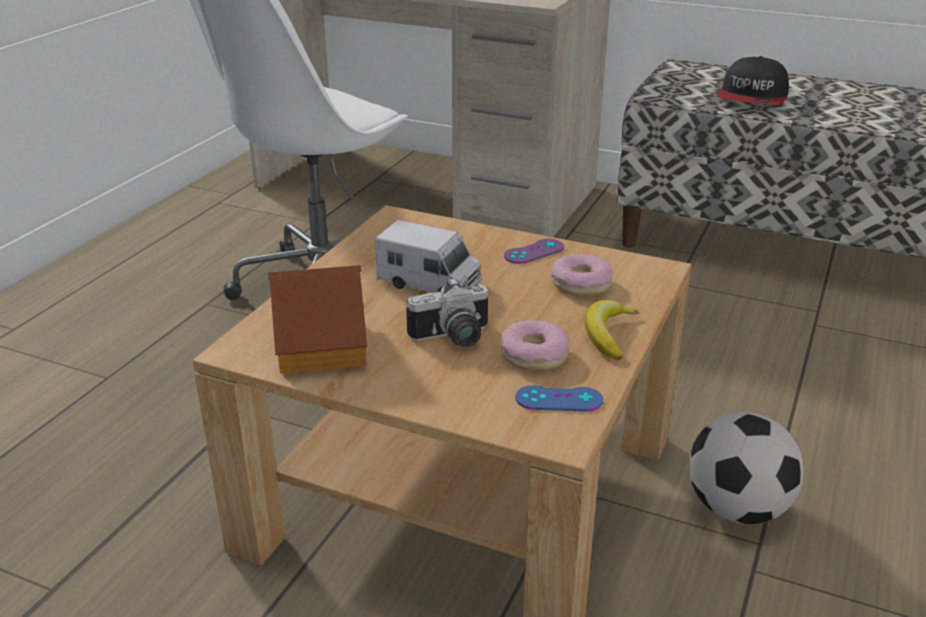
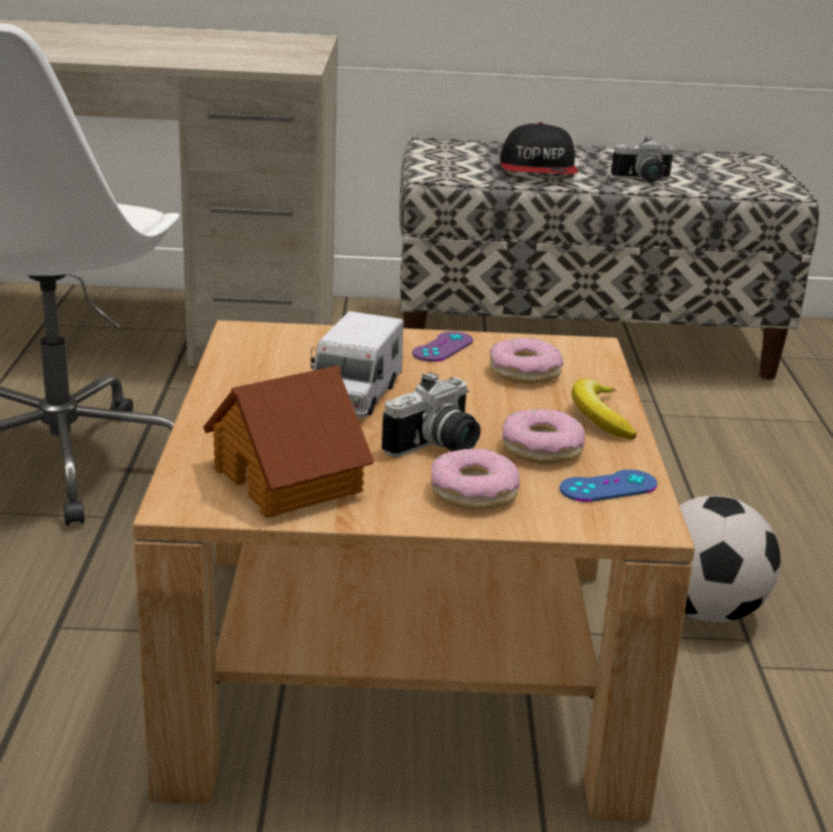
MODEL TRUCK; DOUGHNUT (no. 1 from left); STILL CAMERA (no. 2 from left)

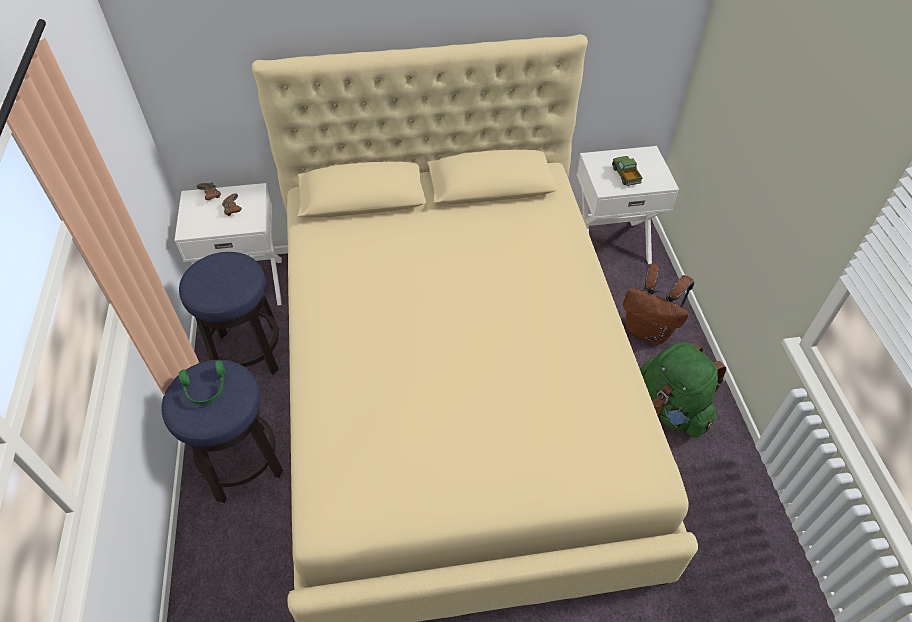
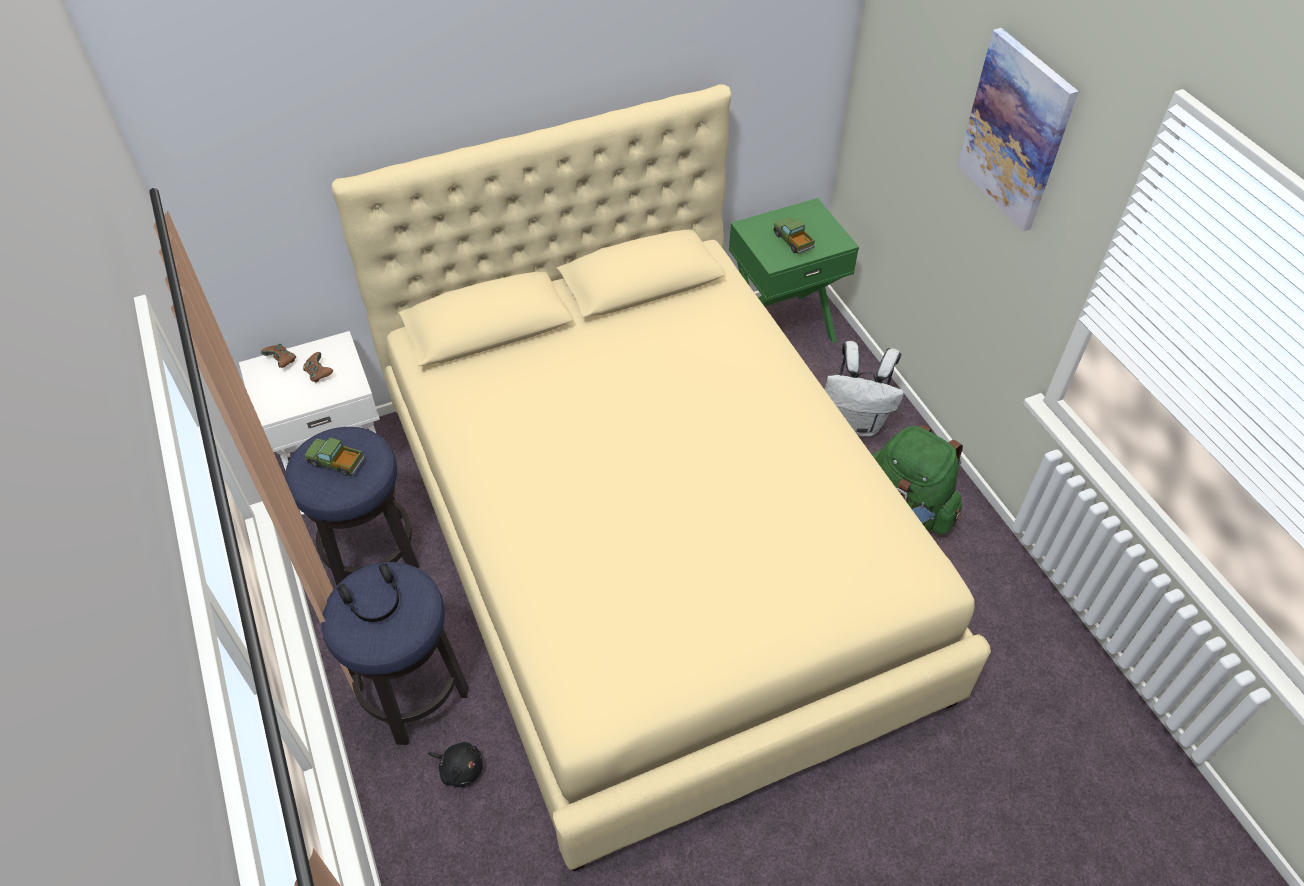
BLACKISH HEADPHONES; GREEN-COLOURED NIGHTSTAND; WHITE-COLOURED RUCKSACK; MODEL TRUCK (no. 1 from left); BLACKISH SOFT TOY; WALL ART

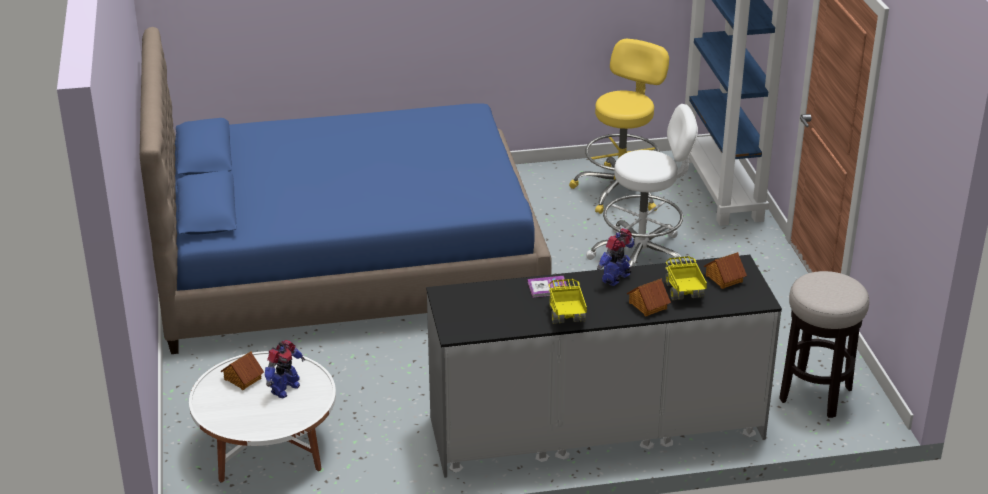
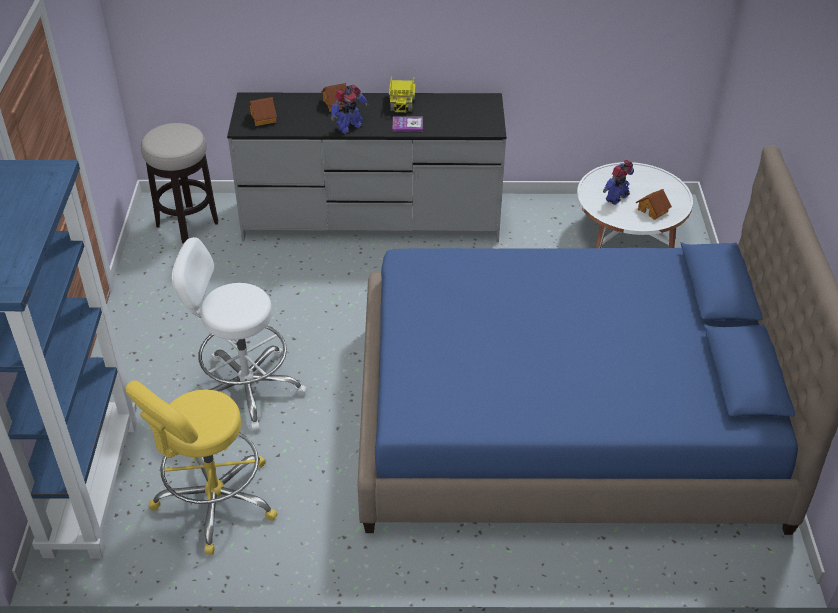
MODEL TRUCK (no. 2 from left in the first image)

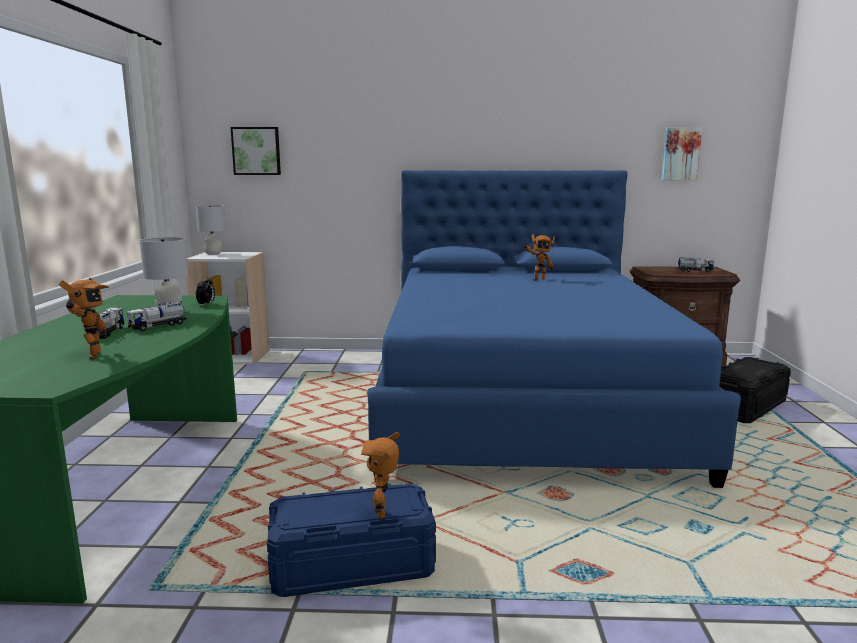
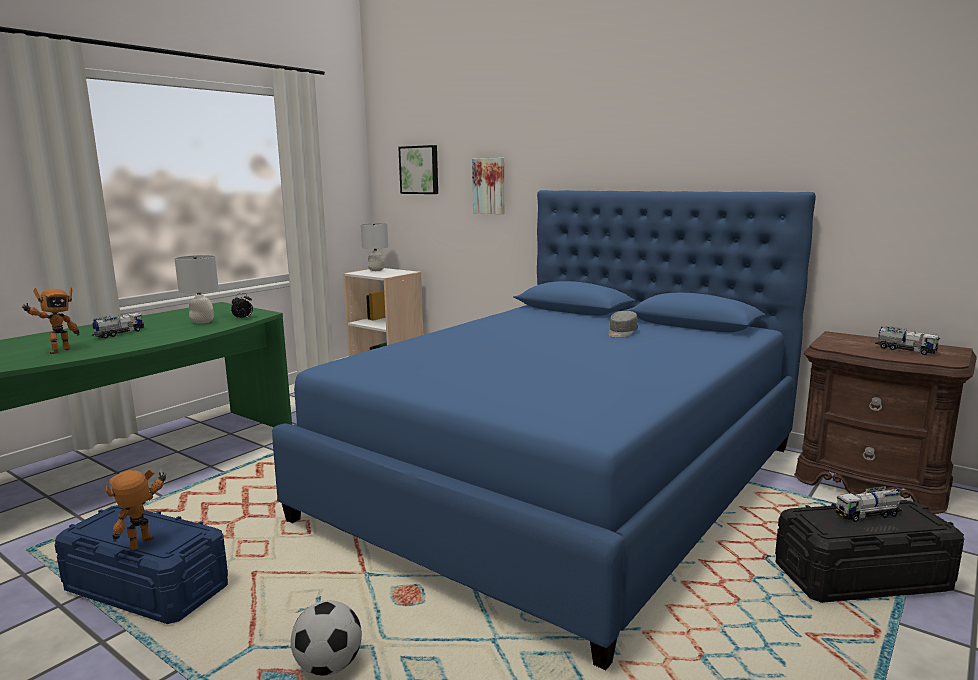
MODEL TRUCK (no. 2 from left); GREY CAP; WALL ART (no. 2 from left); FOOTBALL BALL

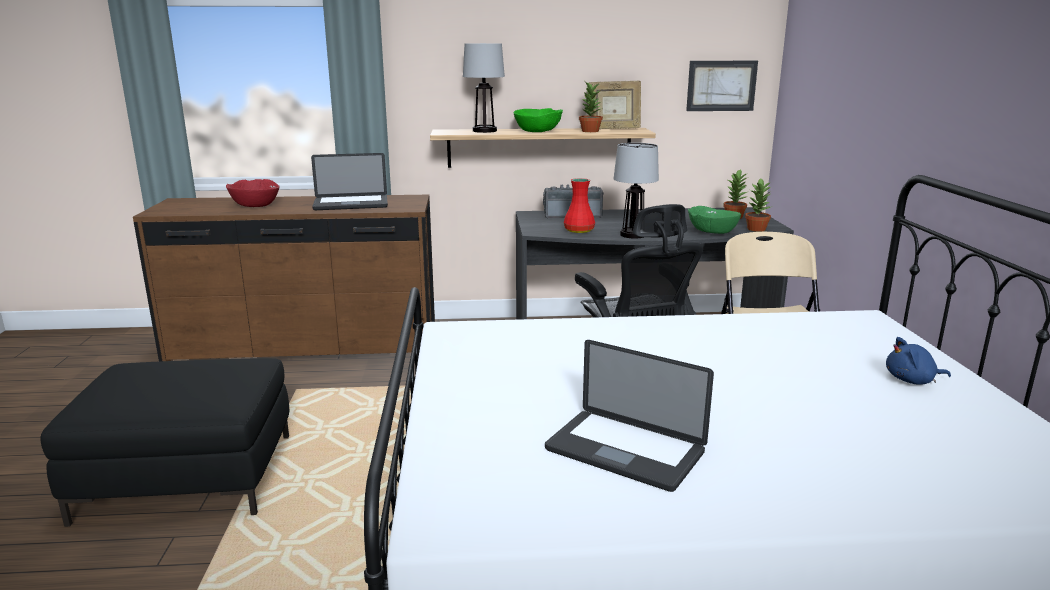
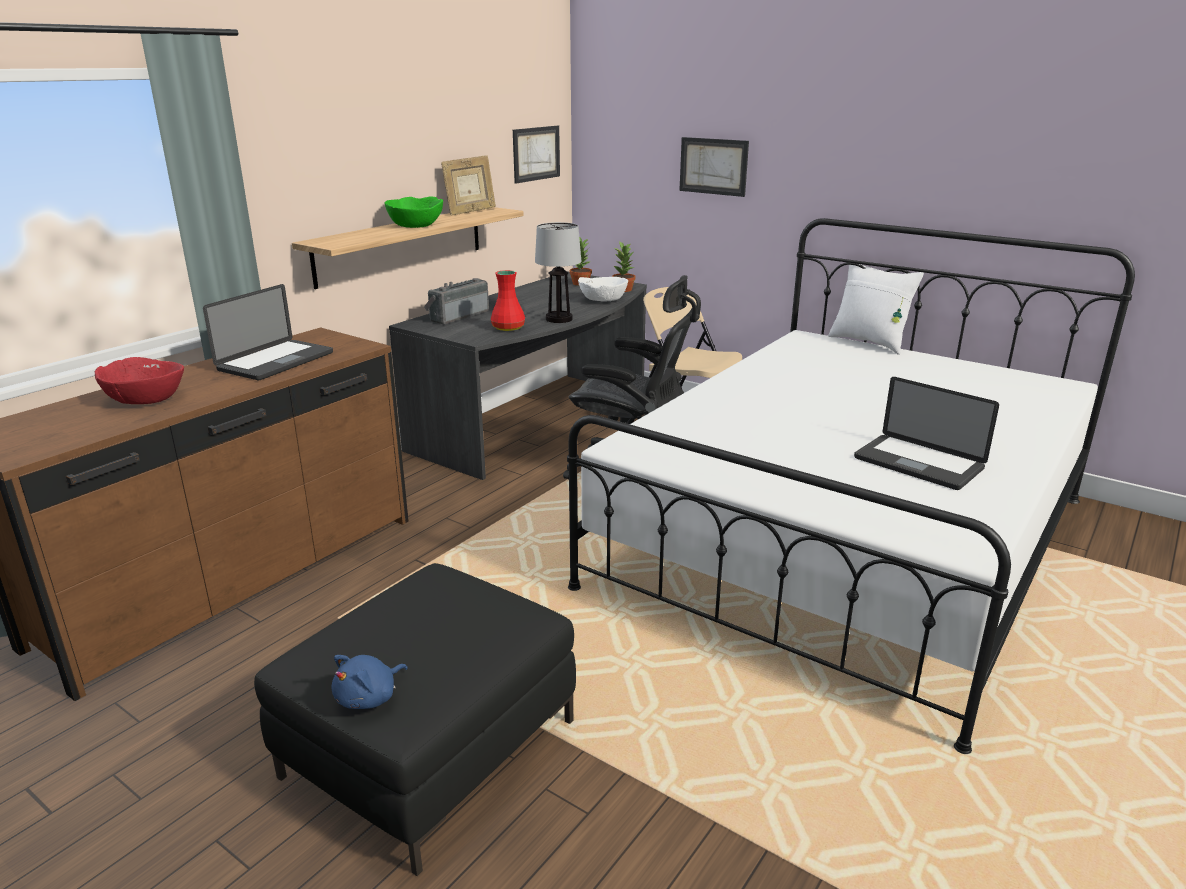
TABLE LAMP (no. 1 from left in the first image); PORTABLE COMPUTER (no. 2 from left); POTTED PLANT (no. 1 from left in the first image); WHITE-COLOURED SERVING BOWL; BLUISH SOFT TOY; WALL ART (no. 2 from left); WHITE-COLOURED PILLOW

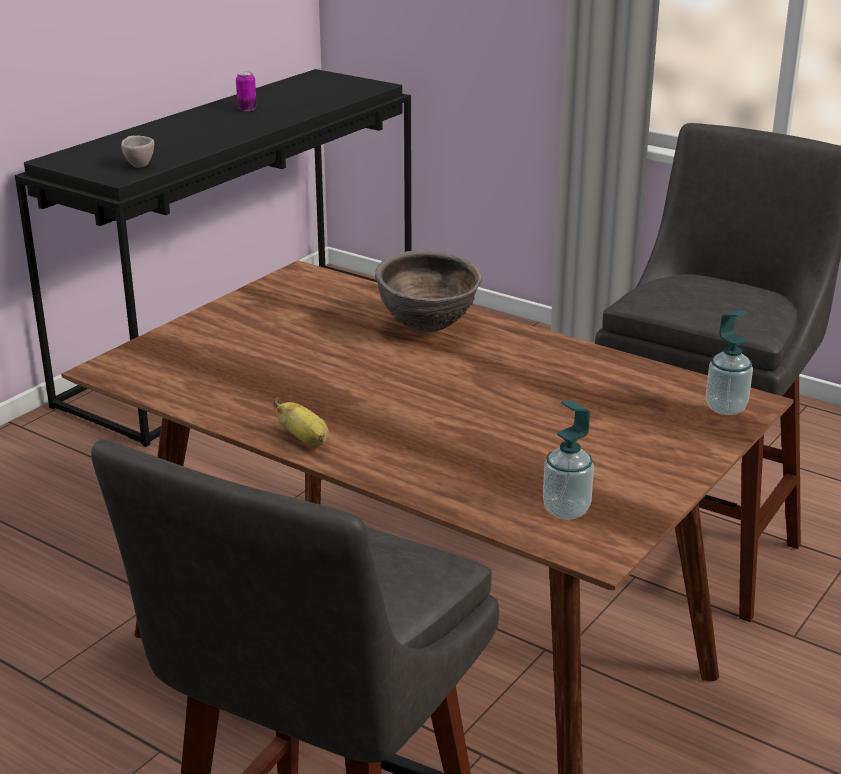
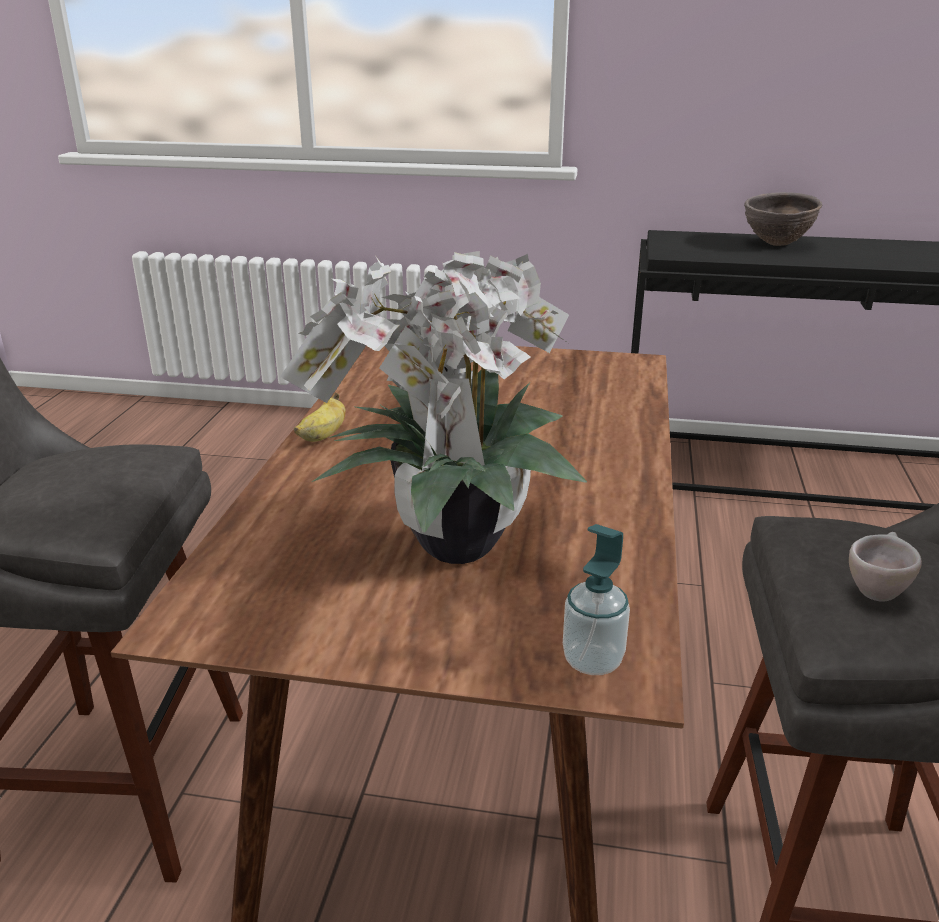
SAND-COLOURED SMALL CUP; CAN; BROWNISH SERVING BOWL; LIQUID SOAP BOTTLE (no. 1 from left in the first image); POTTED PLANT

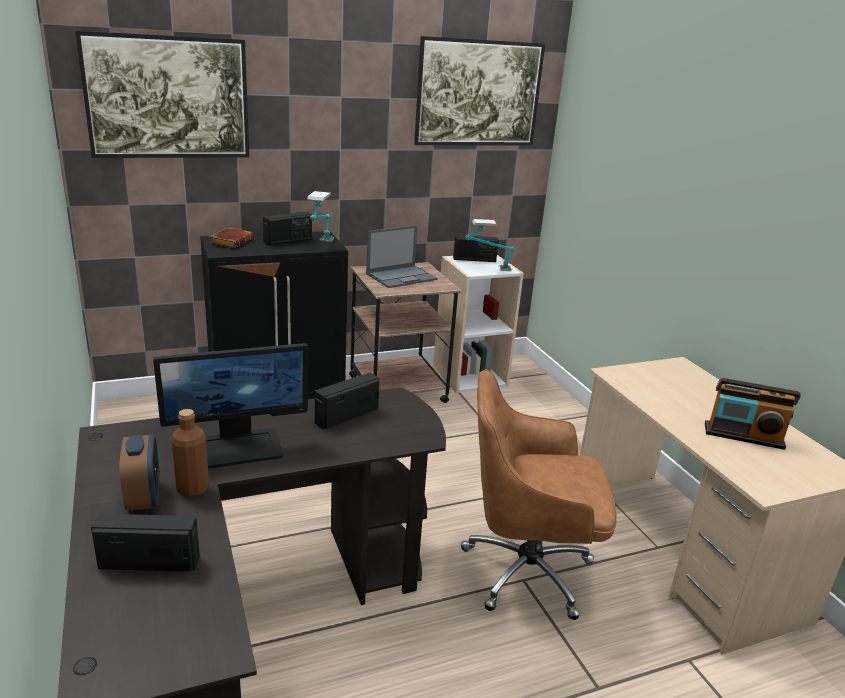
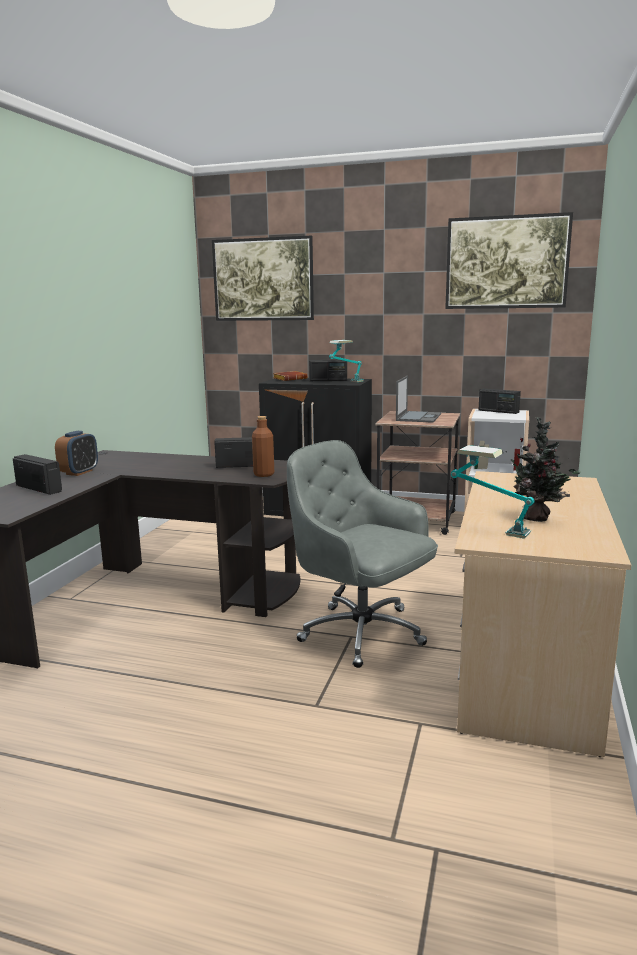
COMPUTER SCREEN; BROWNISH BOTTLE; PORTABLE COMPUTER; GREY COMPUTER CHAIR; TABLE LAMP (no. 2 from left); POTTED PLANT

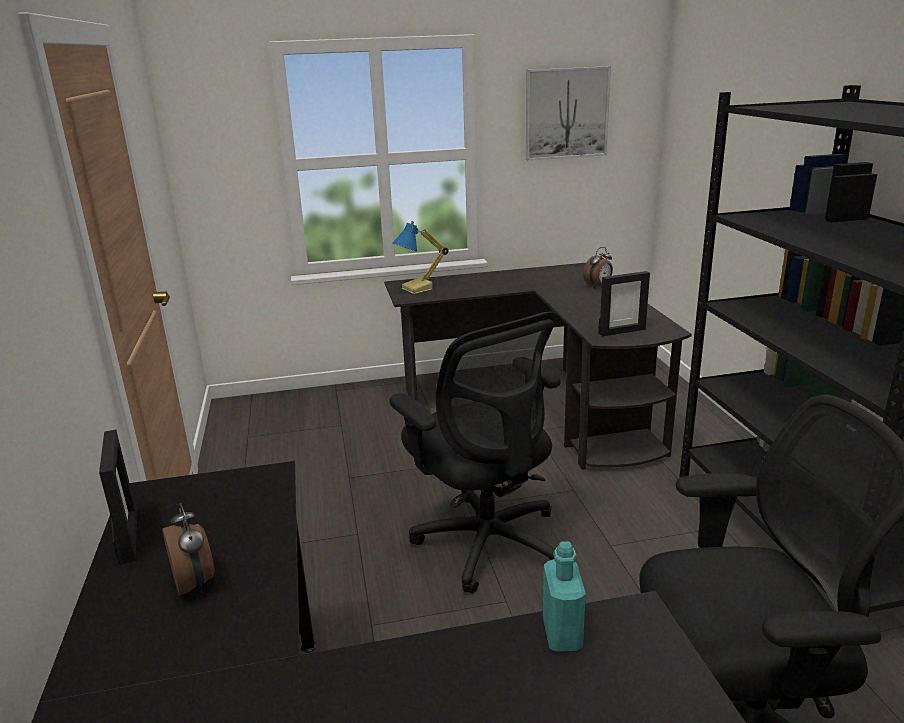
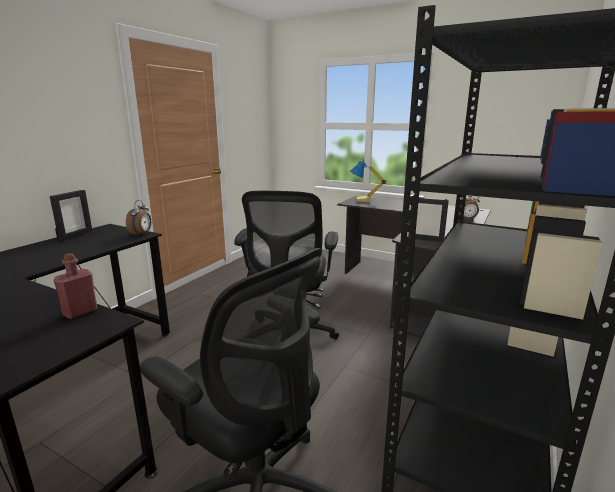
BEDSIDE CLOCK (no. 1 from left); WALL ART; REDDISH BOTTLE

